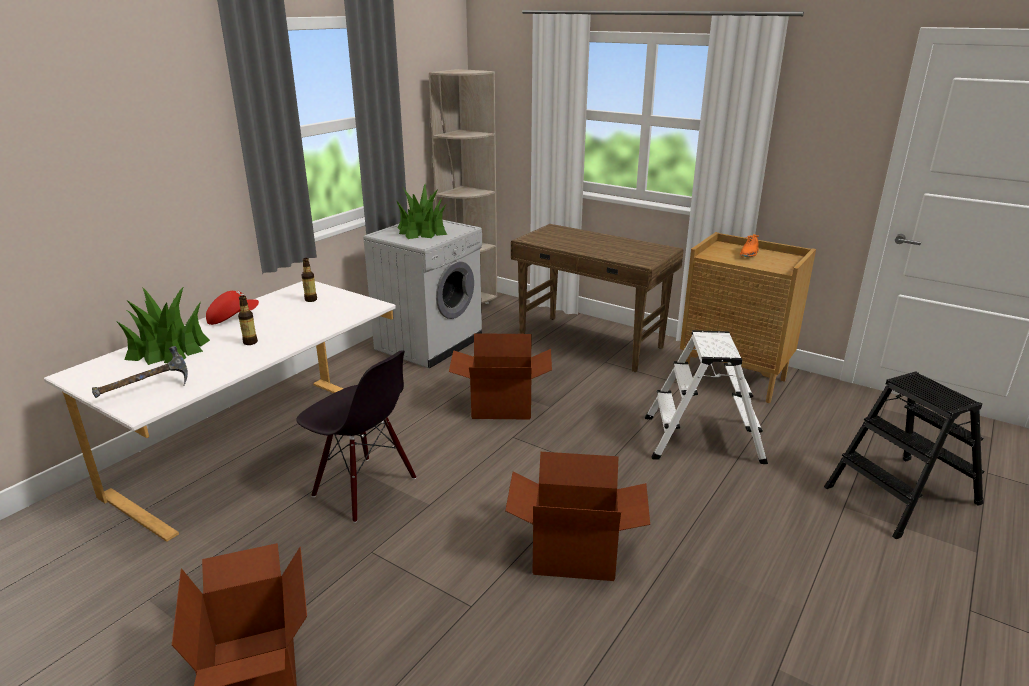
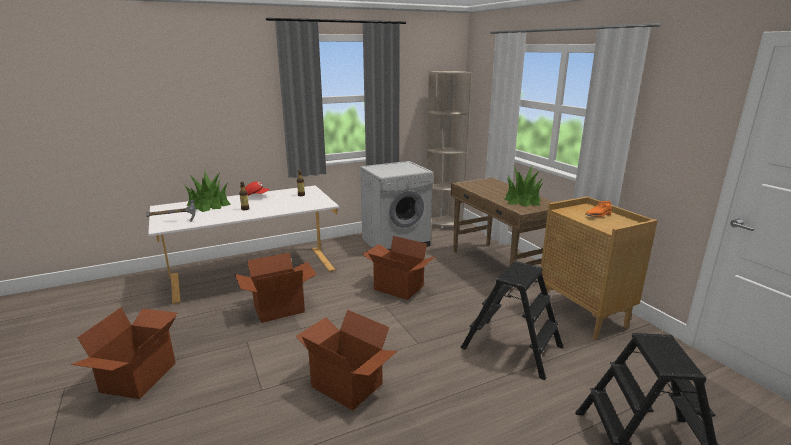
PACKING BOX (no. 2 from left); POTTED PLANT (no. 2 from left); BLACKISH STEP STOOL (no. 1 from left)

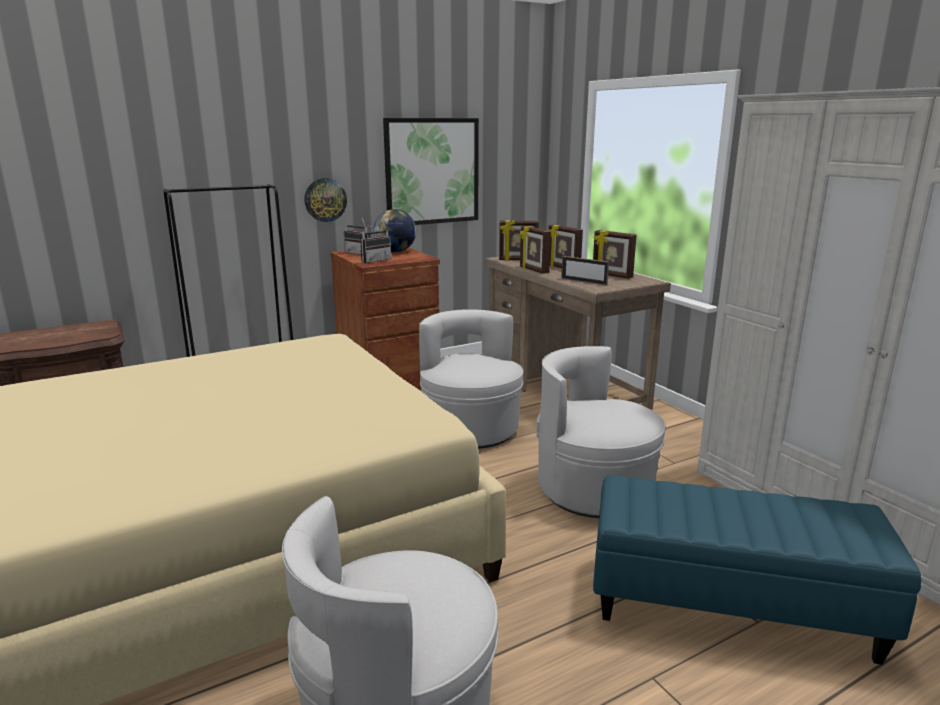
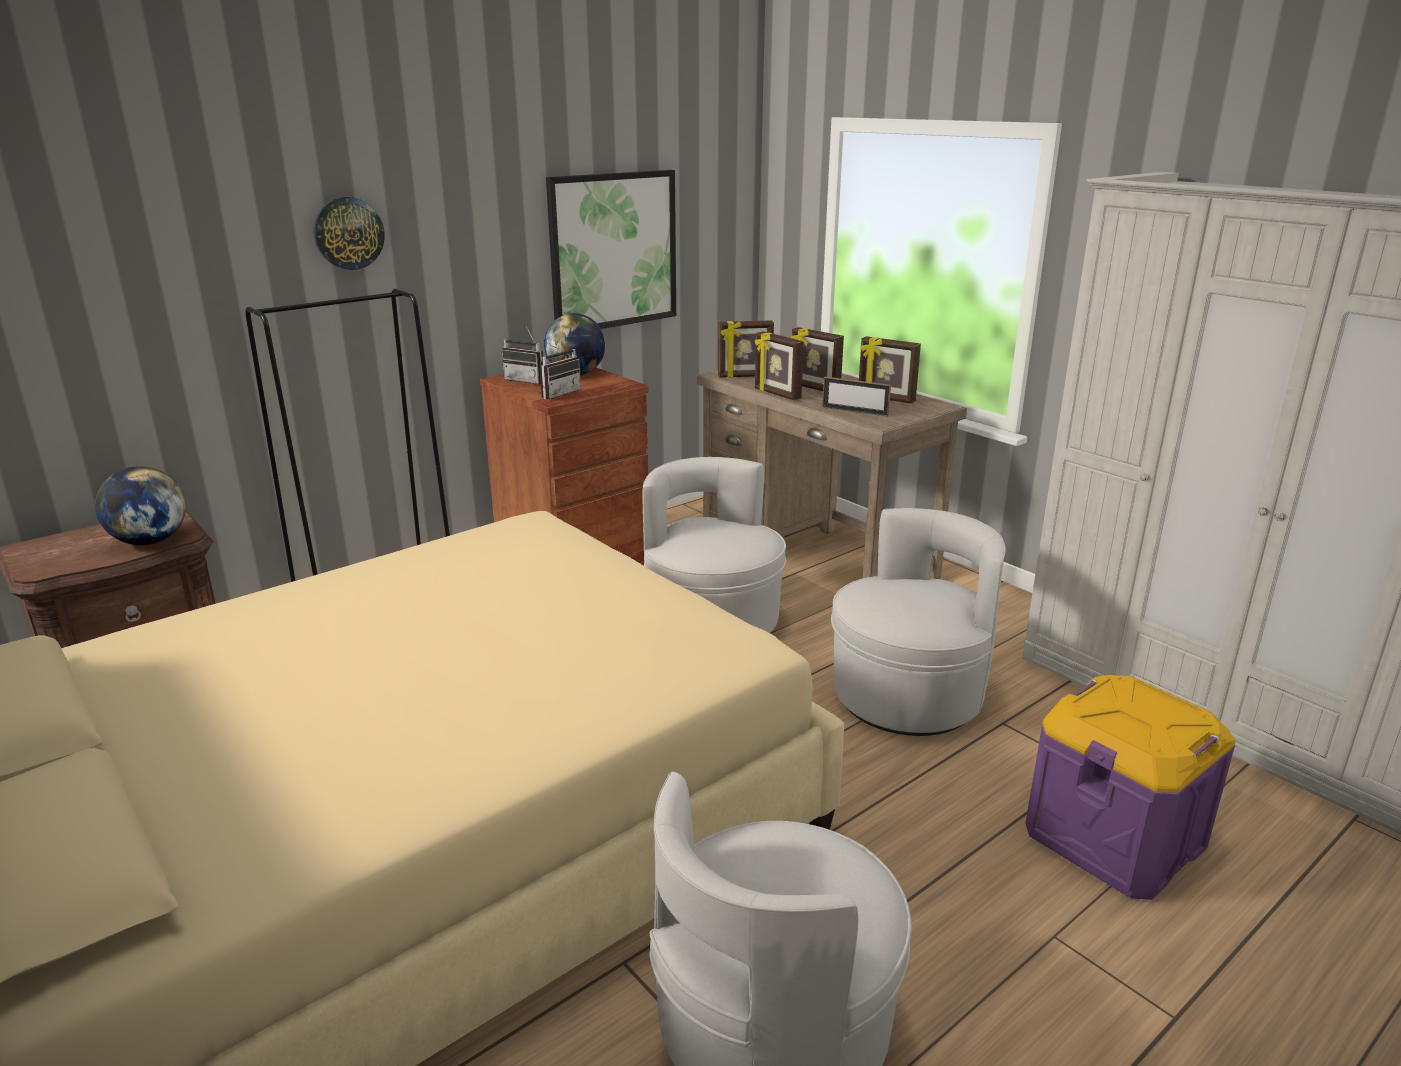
WALL CLOCK; WHITE-COLOURED EASY CHAIR (no. 3 from left); PURPLE-COLOURED STORAGE BIN; GLOBE (no. 1 from left)

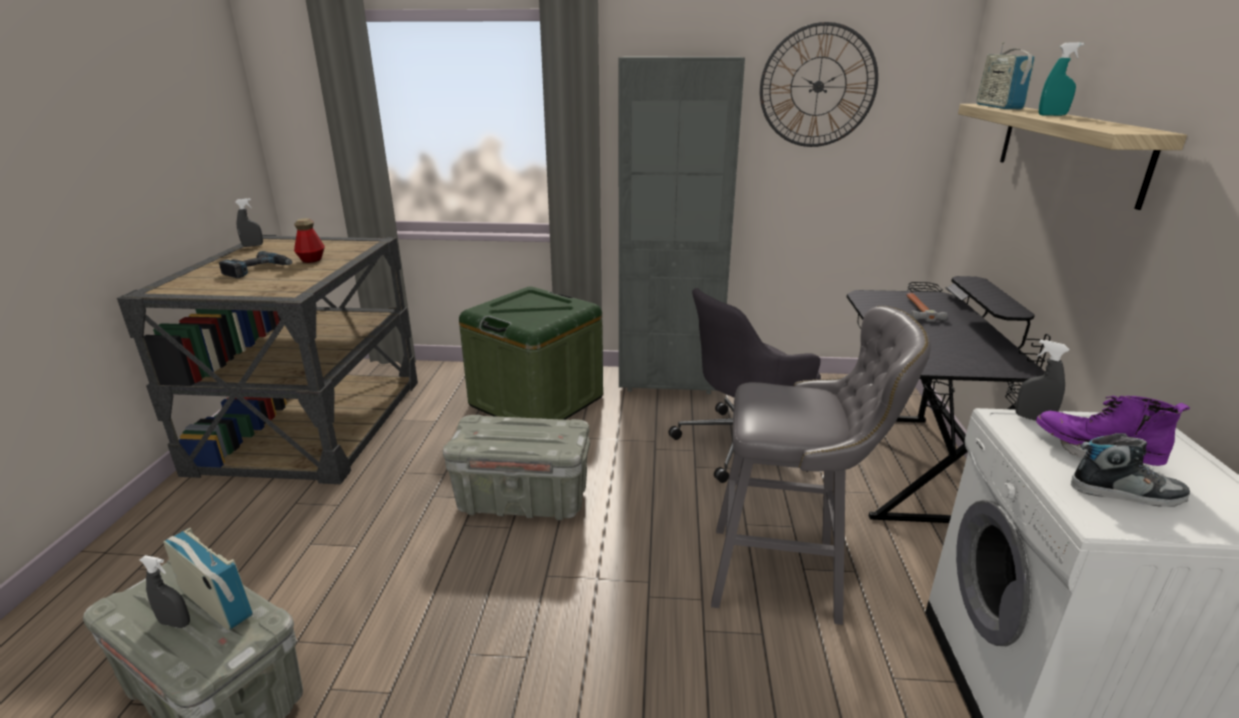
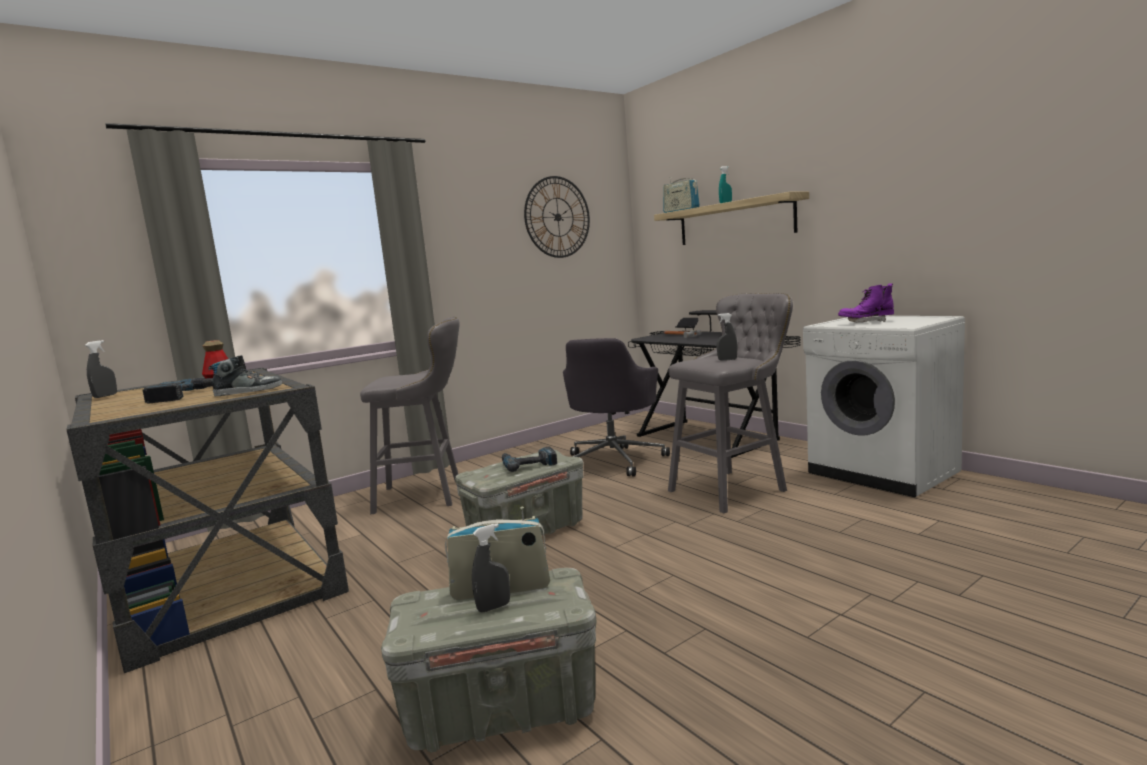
GREY STOOL SEAT (no. 1 from left); GREY CABINET; GREY SPRAY BOTTLE (no. 3 from left); ITEM OF FOOTWEAR; POWER DRILL (no. 2 from left)

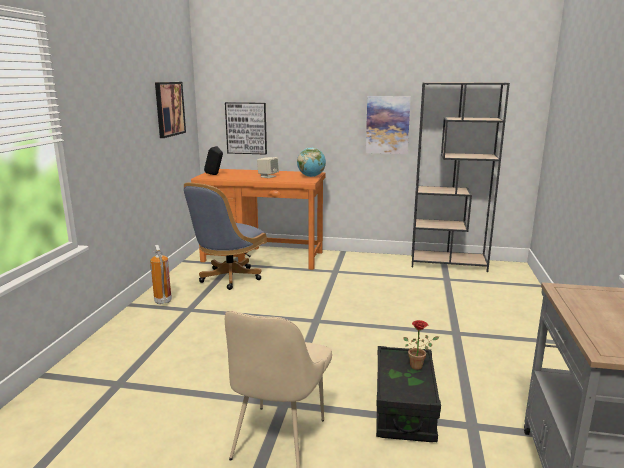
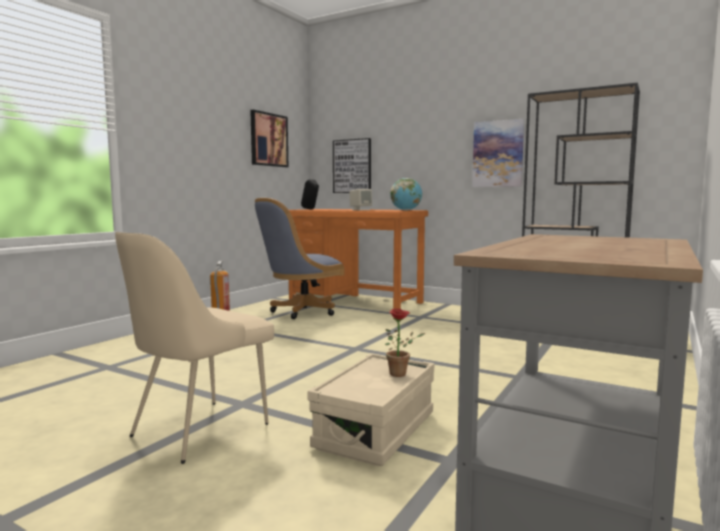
SAND-COLOURED STORAGE BIN

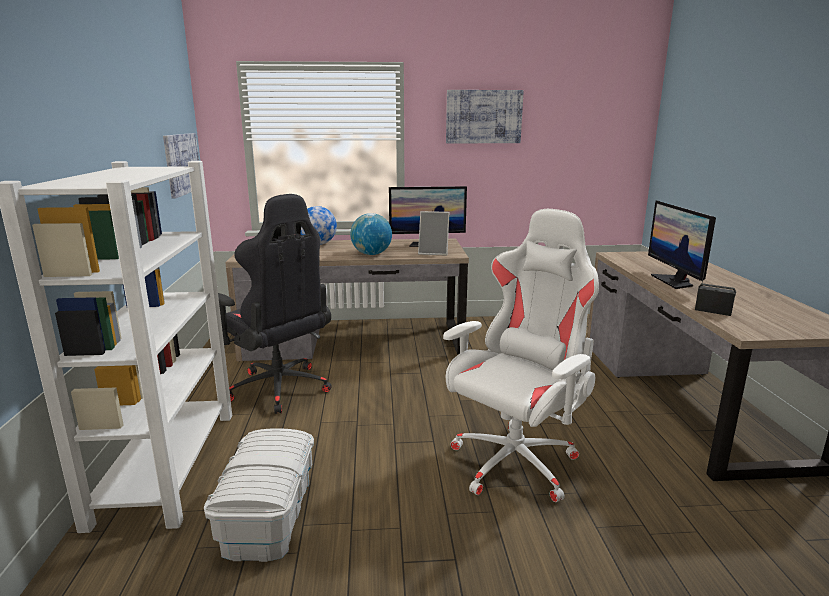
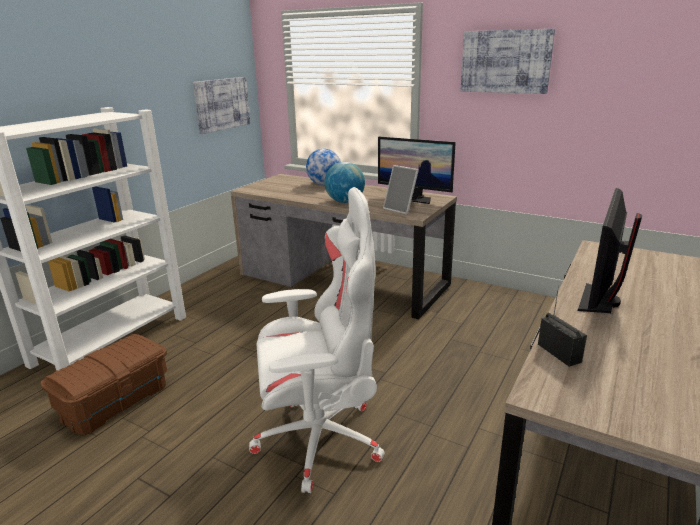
BROWNISH STORAGE BIN; BLACKISH COMPUTER CHAIR

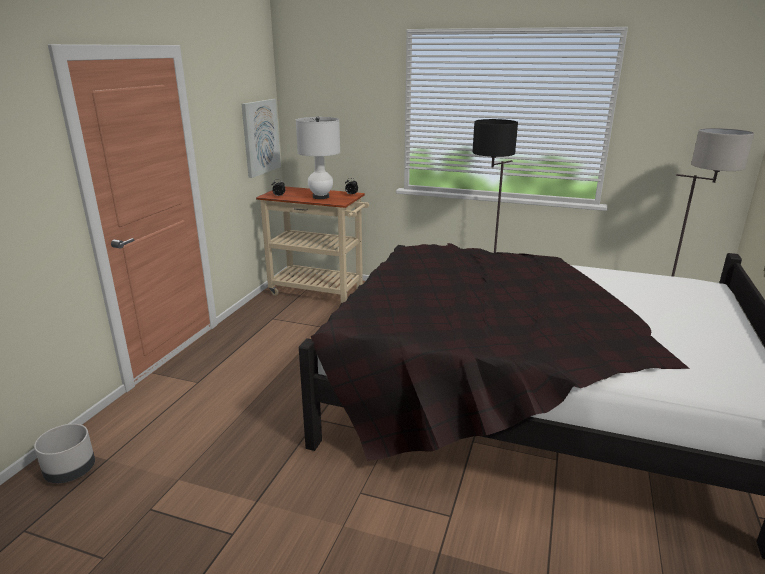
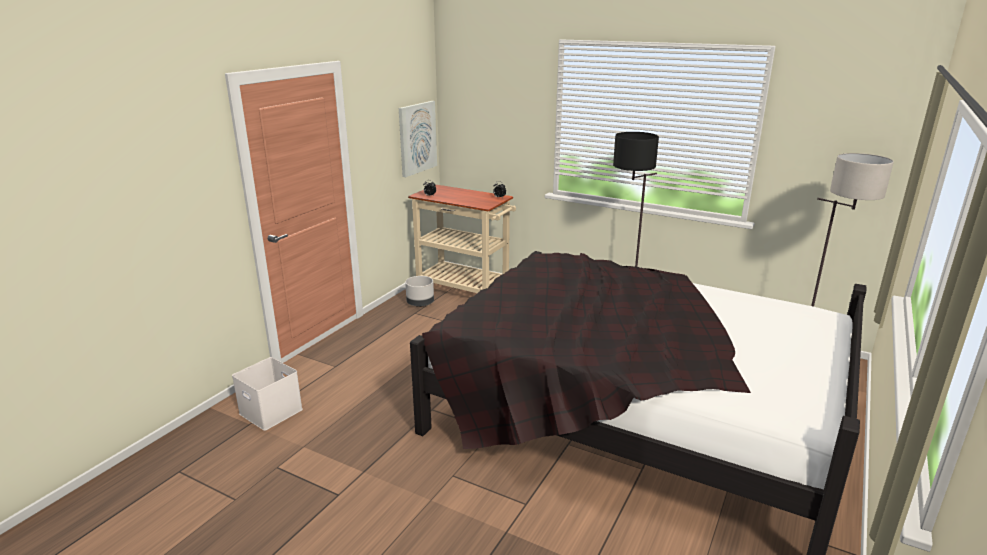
GREY FLOWER POT; WHITE-COLOURED TABLE LAMP; WHITE-COLOURED STORAGE BIN

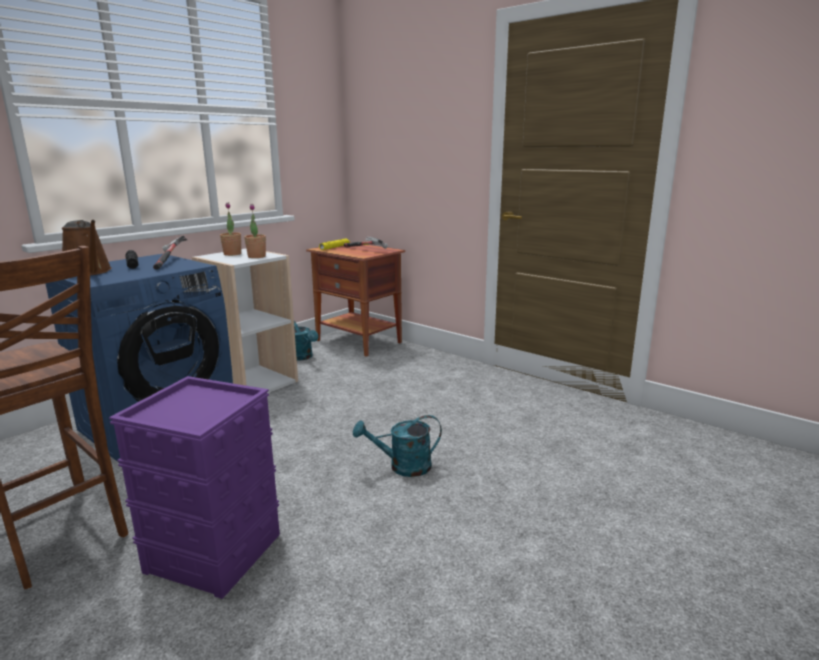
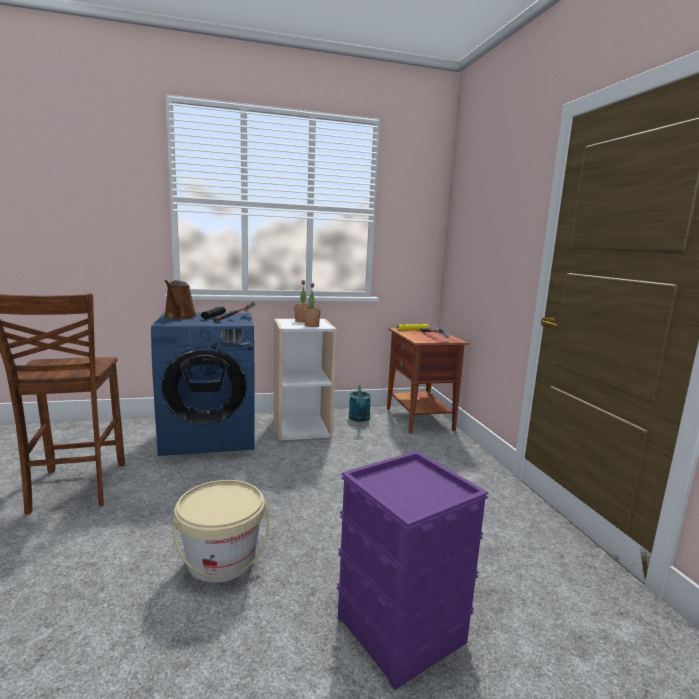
PURPLE-COLOURED STORAGE BIN; TURQUOISE WATERING CAN (no. 2 from left in the first image); SAND-COLOURED PAIL

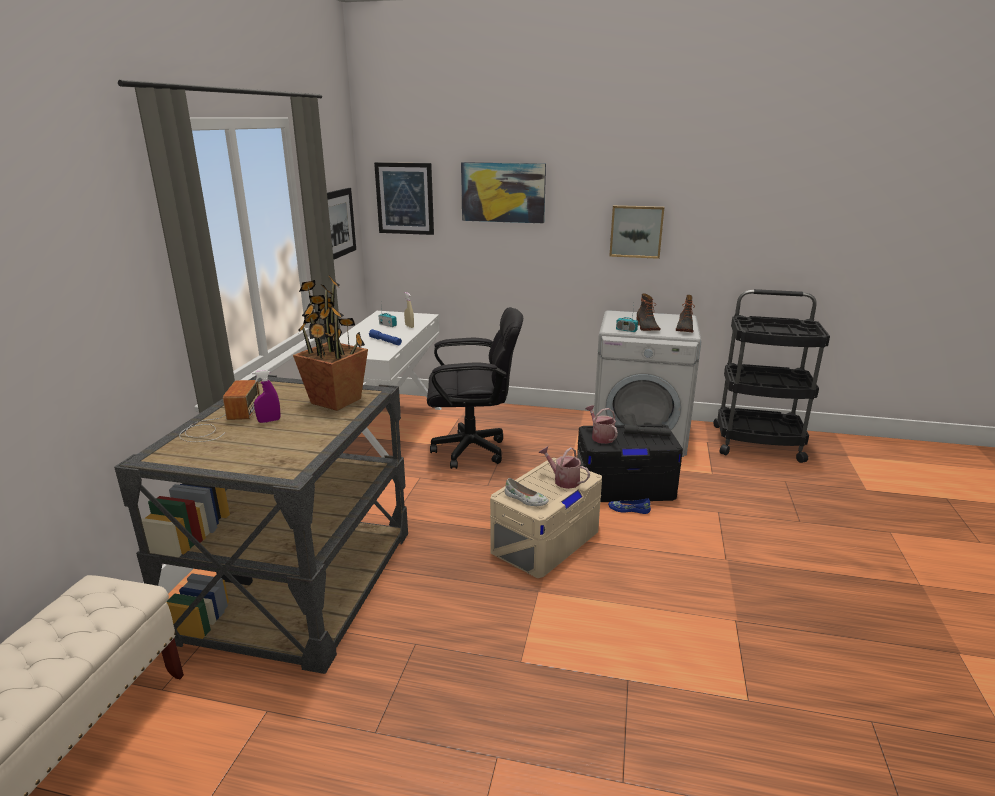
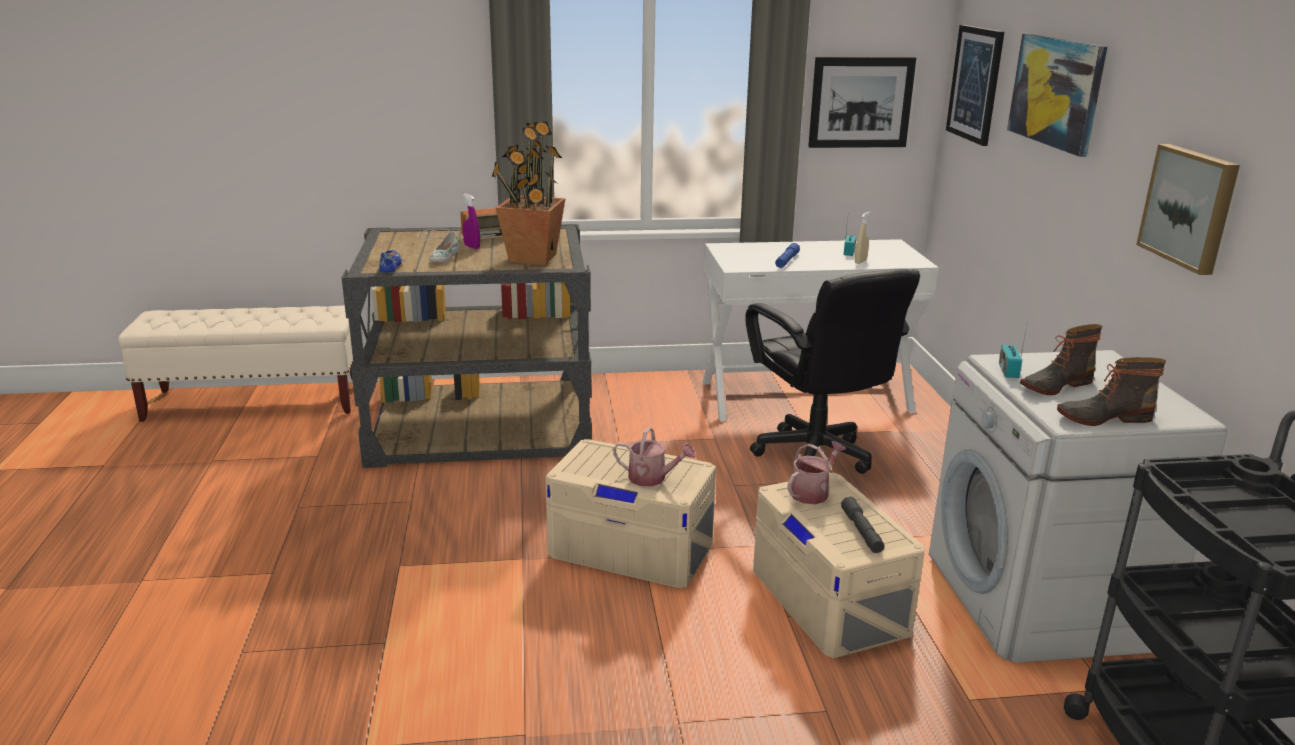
WHITE-COLOURED ITEM OF FOOTWEAR; WATERING CAN (no. 1 from left); SAND-COLOURED STORAGE BIN (no. 2 from left); BLUISH ITEM OF FOOTWEAR

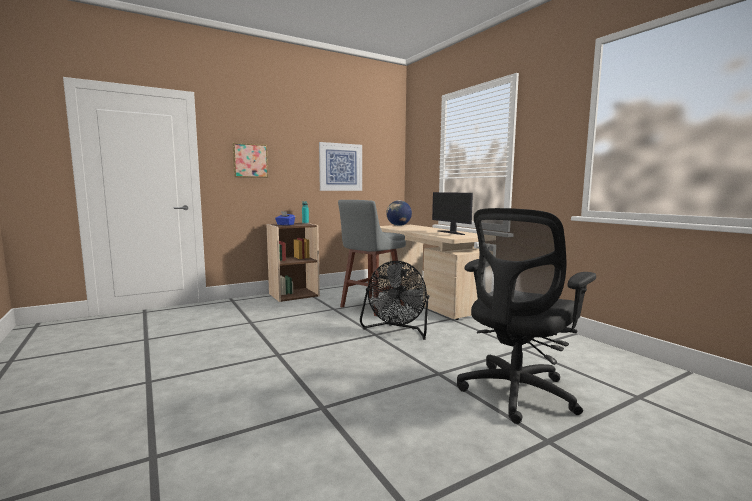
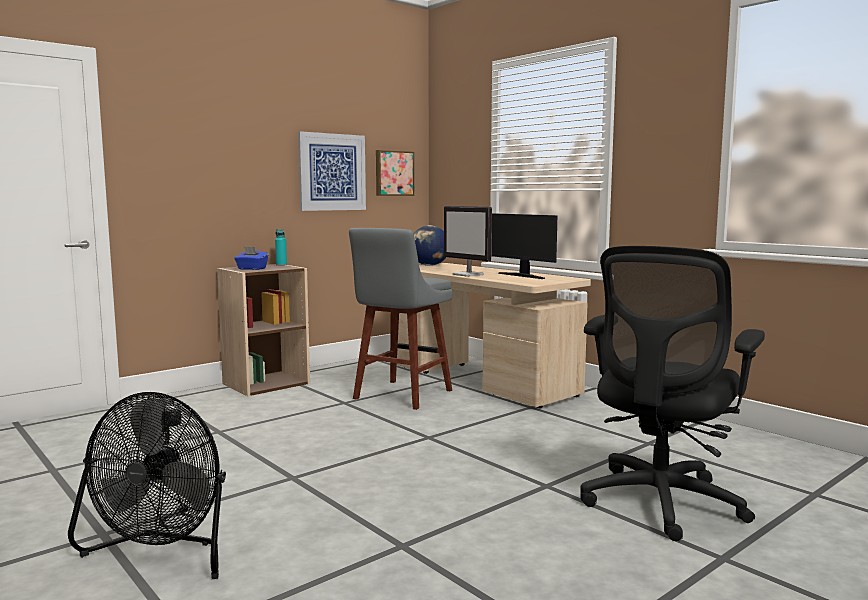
WALL ART (no. 2 from left); BLACKISH FAN; COMPUTER SCREEN (no. 1 from left)

